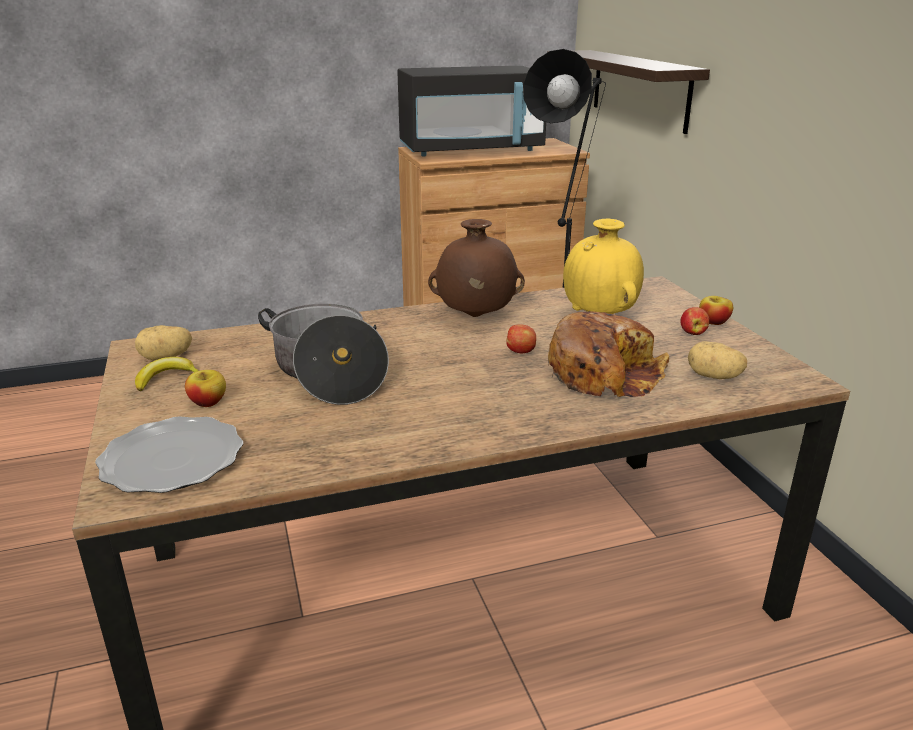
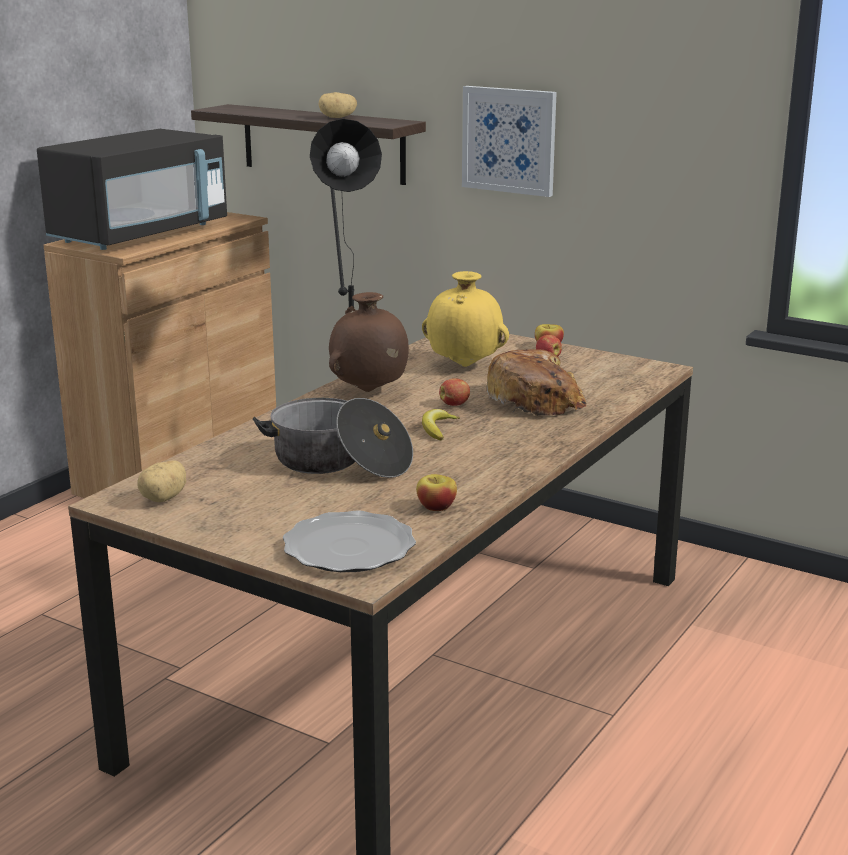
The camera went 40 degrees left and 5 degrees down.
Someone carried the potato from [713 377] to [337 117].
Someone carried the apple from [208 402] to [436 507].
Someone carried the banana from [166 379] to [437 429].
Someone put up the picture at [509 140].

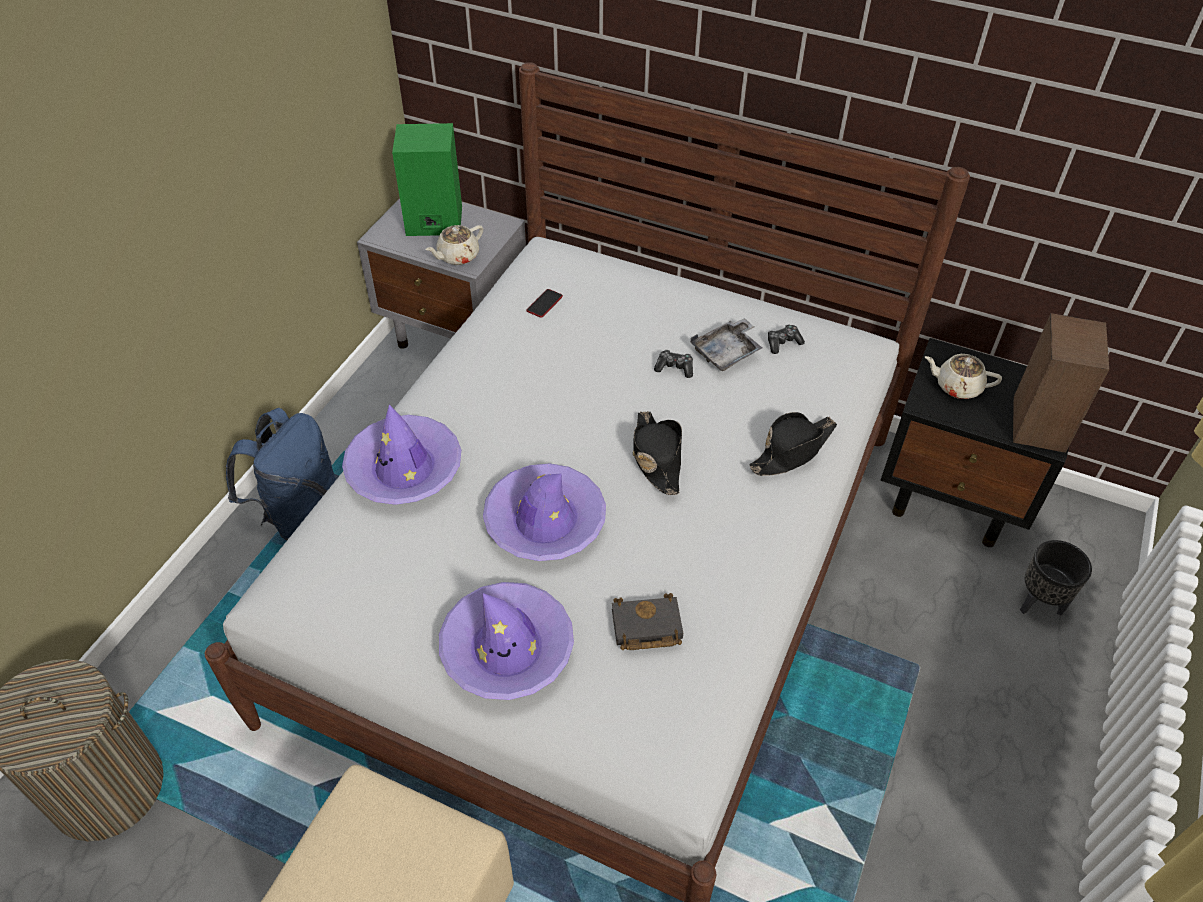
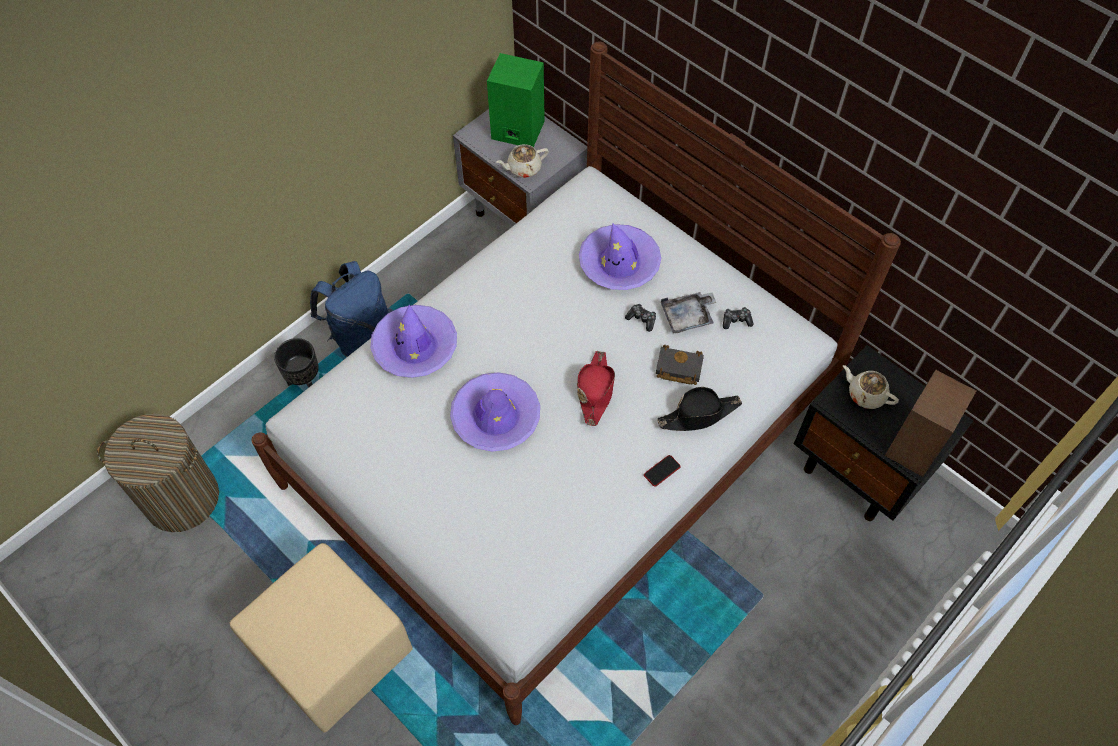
The camera went 20 degrees right and 10 degrees up.
Someone carried the black planter from [1038 603] to [304 382].
Someone repainted the black hat at [656 457], which became the red hat at [595 390].
Someone carried the purple hat from [507 648] to [619 263].
Someone carried the phone from [544 304] to [662 471].
Someone carried the black book from [645 628] to [677 368].

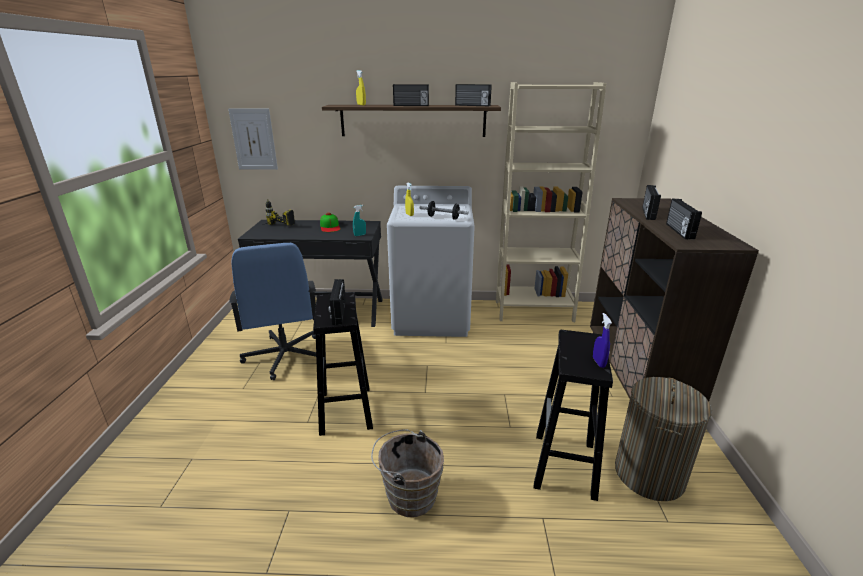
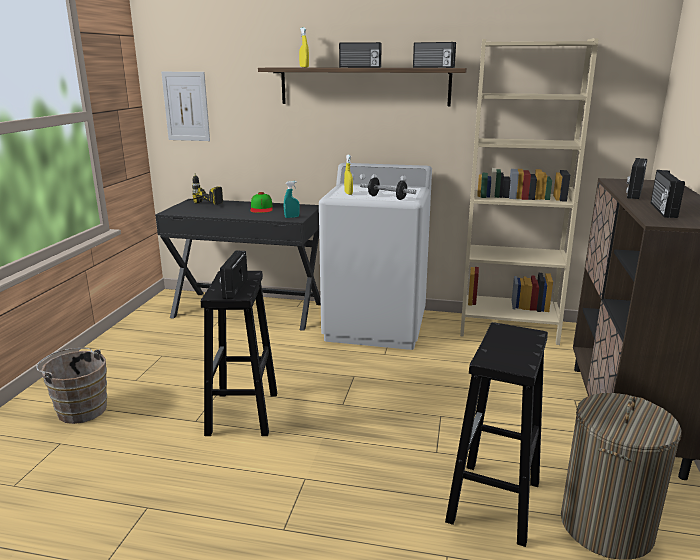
The camera went 10 degrees right and 5 degrees down.
Someone carried the brown bucket from [408 494] to [80 409].
Someone took away the blue office chair at [284 356].
Someone took away the blue spray bottle at [598 362].

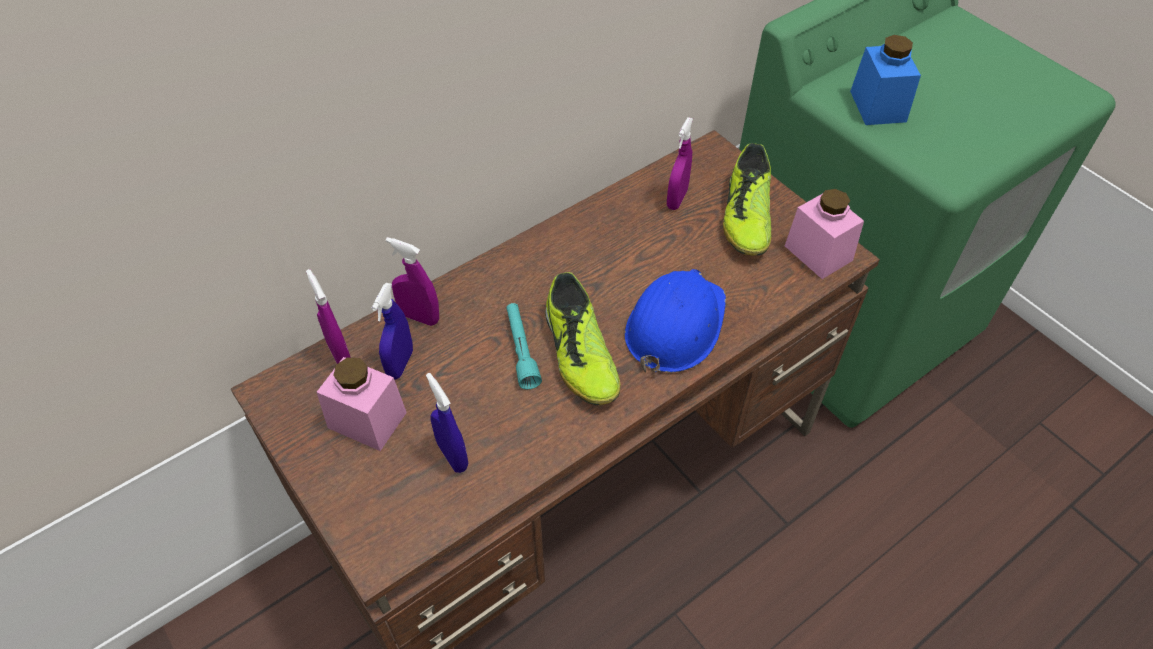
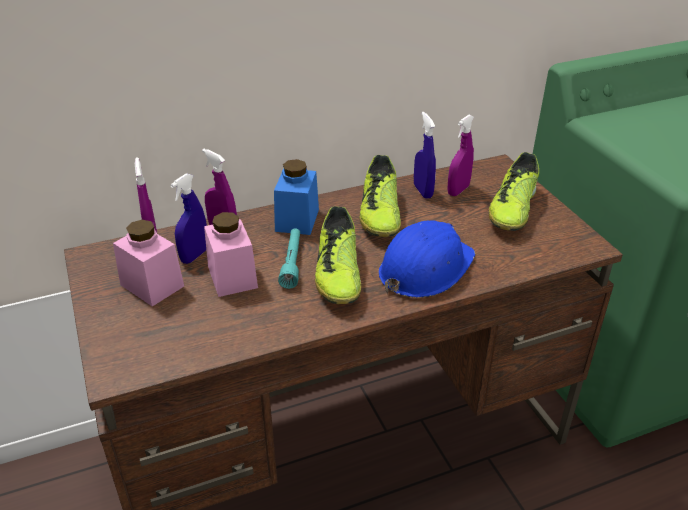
The camera went 15 degrees right and 15 degrees down.
Someone carried the pink jar from [818 253] to [232 277].
Someone carried the blue jar from [878 106] to [297 220].
Someone put down the shoe at [379 214].
Someone carried the blue spray bottle from [452 455] to [423 191].

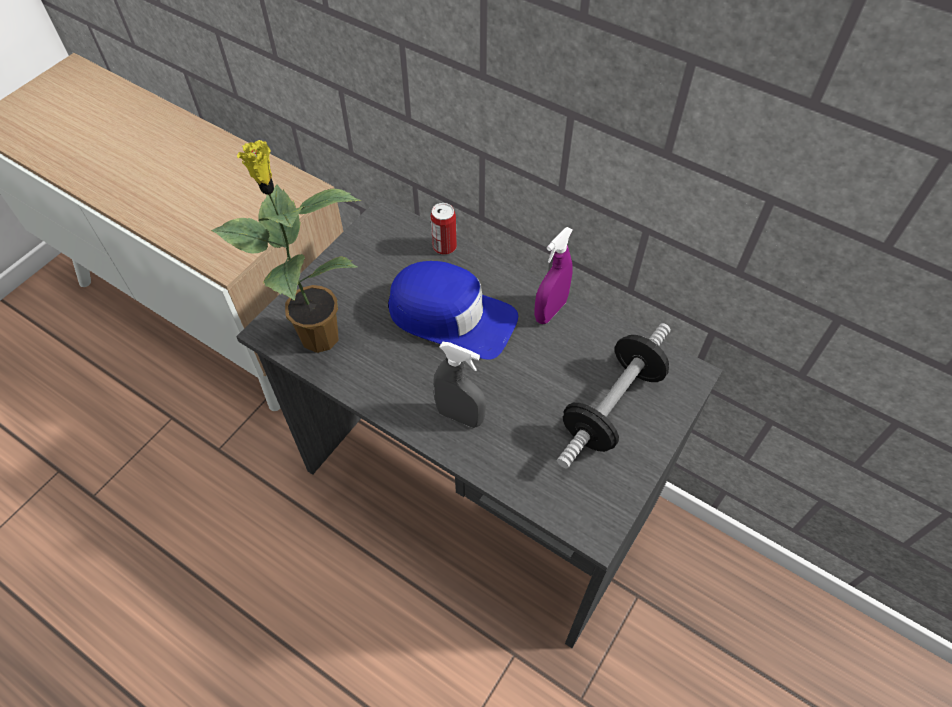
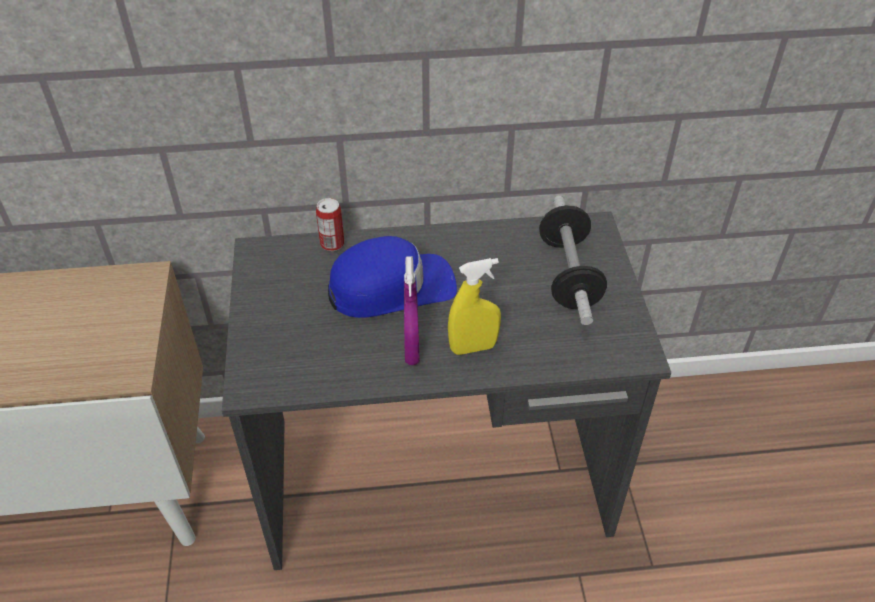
The camera went 40 degrees left and 10 degrees down.
Someone carried the purple spray bottle from [550 311] to [412 350].
Someone repainted the grey spray bottle at [460 416], which became the yellow spray bottle at [473 347].
Someone took away the potted plant at [317 335].

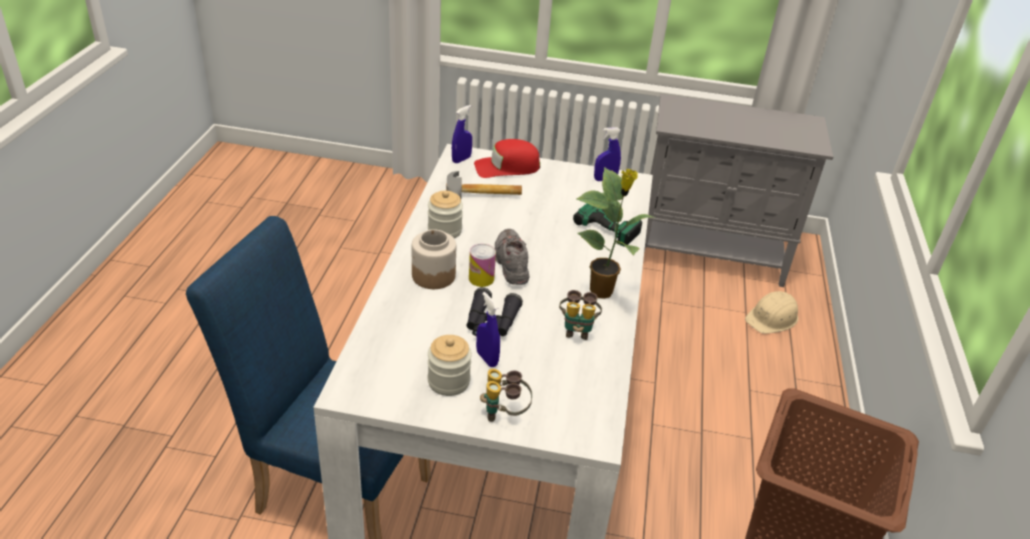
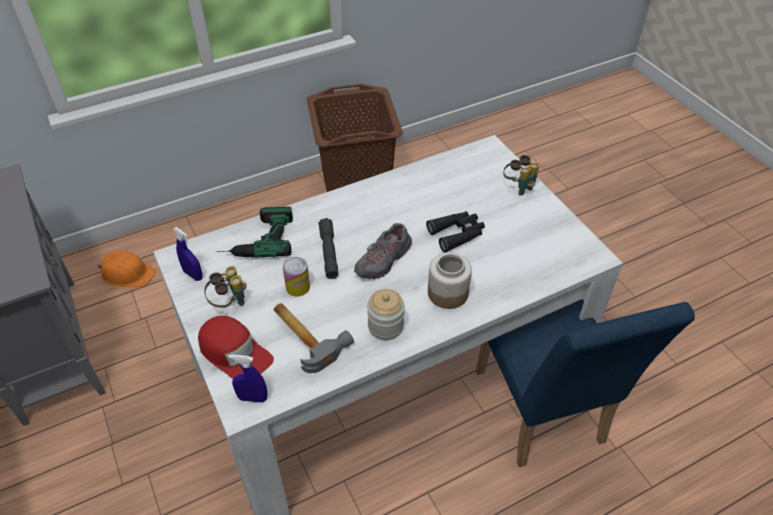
The camera went 125 degrees left and 10 degrees up.
Someone repainted the beige hard hat at [772 318], which became the orange hard hat at [127 273].
Someone carried the binoculars from [577 329] to [229 303].
Someone carried the can from [481 278] to [298 287].
Someone put down the grey flashlight at [329 253].
Someone took away the jar at [448 381].
Someone took away the blue spray bottle at [487 358].
Someone took away the potted plant at [602 292].

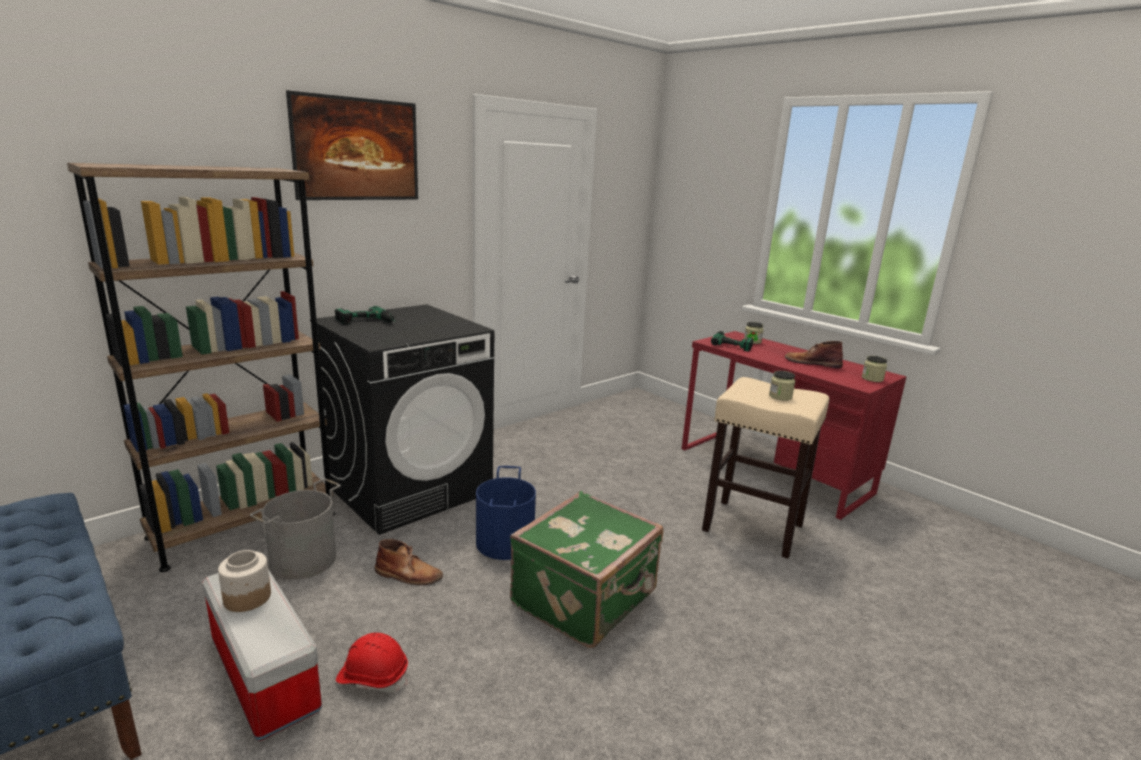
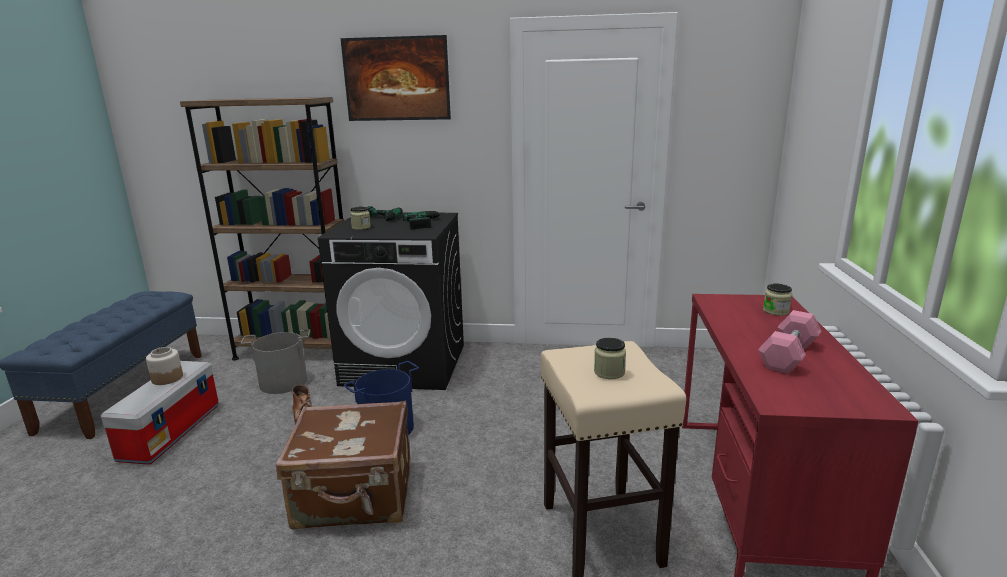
The camera went 50 degrees right and 0 degrees up.
Someone repainted the green suitcase at [586 599], which became the brown suitcase at [355 497].
Someone carried the jar from [872 379] to [361 227].
Someone carried the power drill from [732 343] to [429 222].
Someone swapped the brown boot at [812 363] for the pink dumbbell at [788 355].
Someone took away the red hard hat at [373 677].

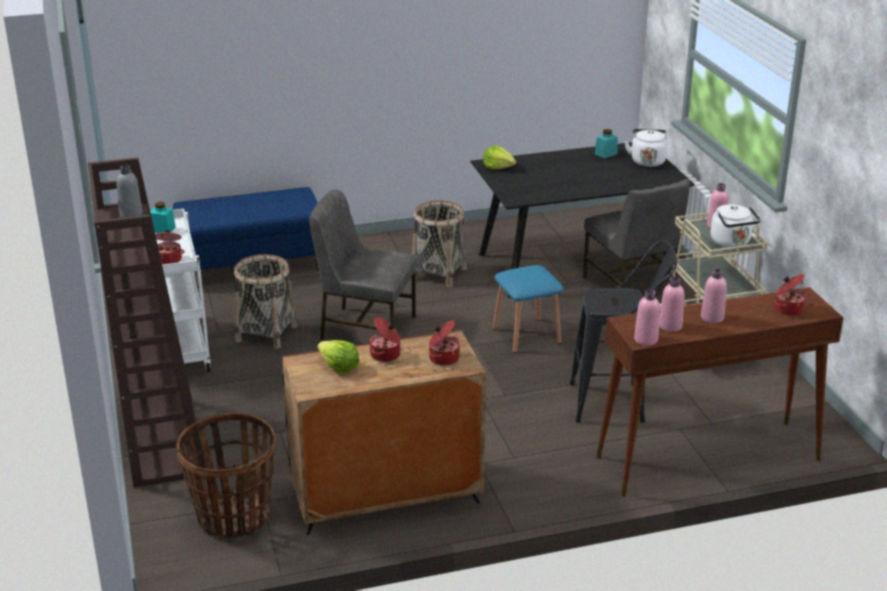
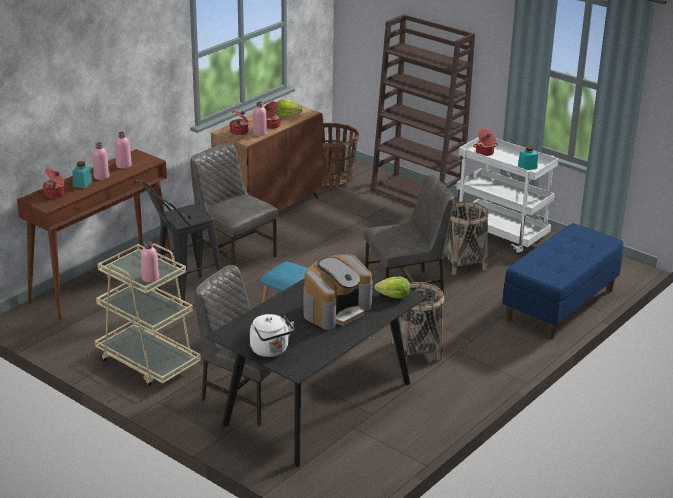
The camera went 145 degrees right and 0 degrees up.
Someone carried the turquoise jar from [606 154] to [82 184].
Someone put down the grey chair at [234 255].
Someone carried the pink bottle from [646 339] to [260 133].
Someone put down the coffee machine at [336 310].
Someone took away the grey bottle at [131 214].
Someone took away the white kettle at [732 243].

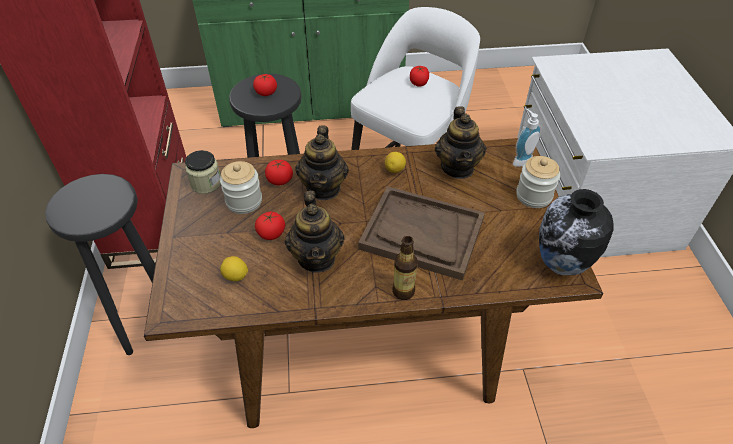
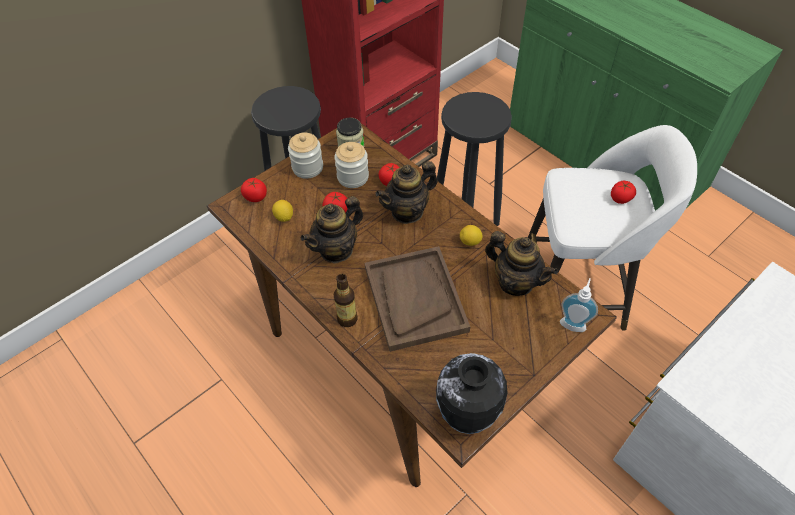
The camera went 55 degrees right and 5 degrees up.
Someone carried the tomato from [266 93] to [256 197].
Someone carried the jar from [533 196] to [307 168].
Someone rotated the teapot at [458 167] by 105 degrees counterclockwise.

